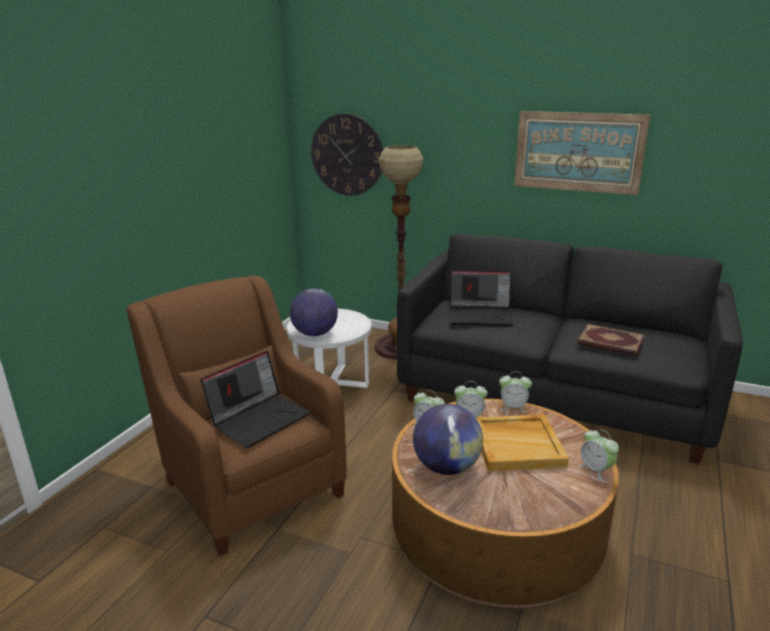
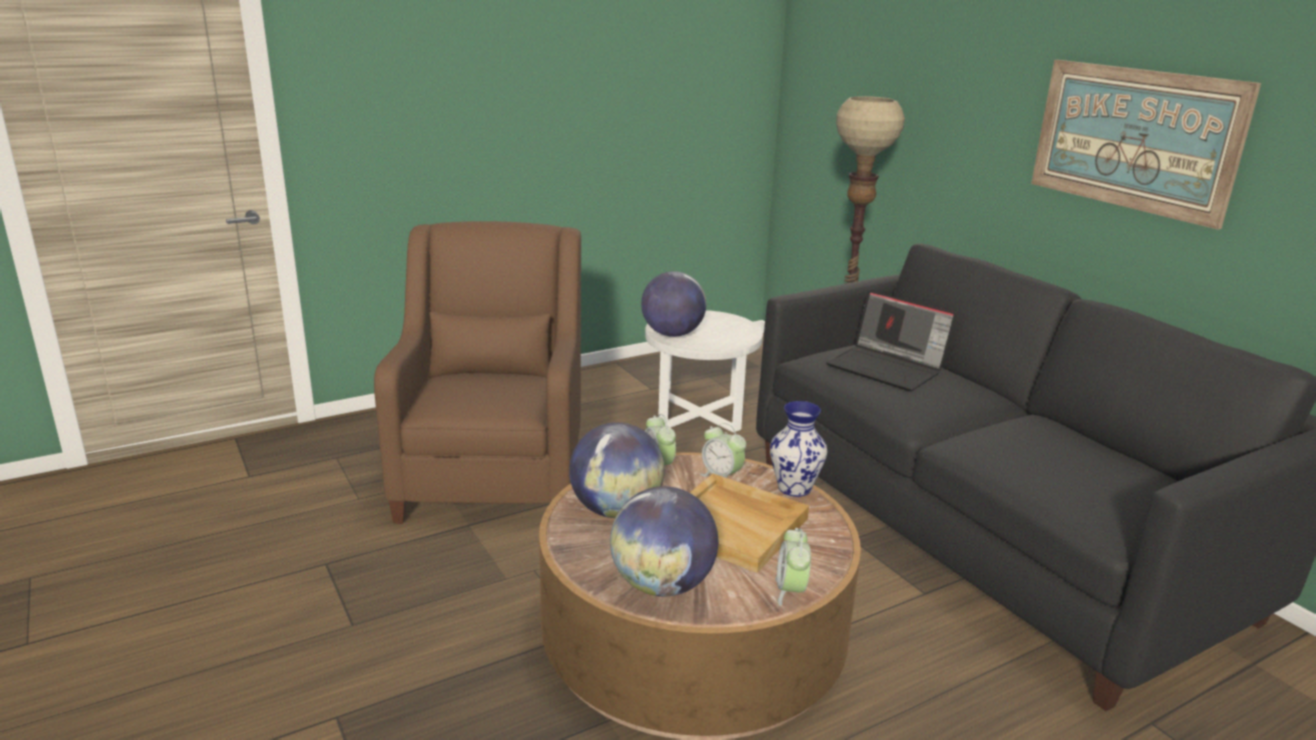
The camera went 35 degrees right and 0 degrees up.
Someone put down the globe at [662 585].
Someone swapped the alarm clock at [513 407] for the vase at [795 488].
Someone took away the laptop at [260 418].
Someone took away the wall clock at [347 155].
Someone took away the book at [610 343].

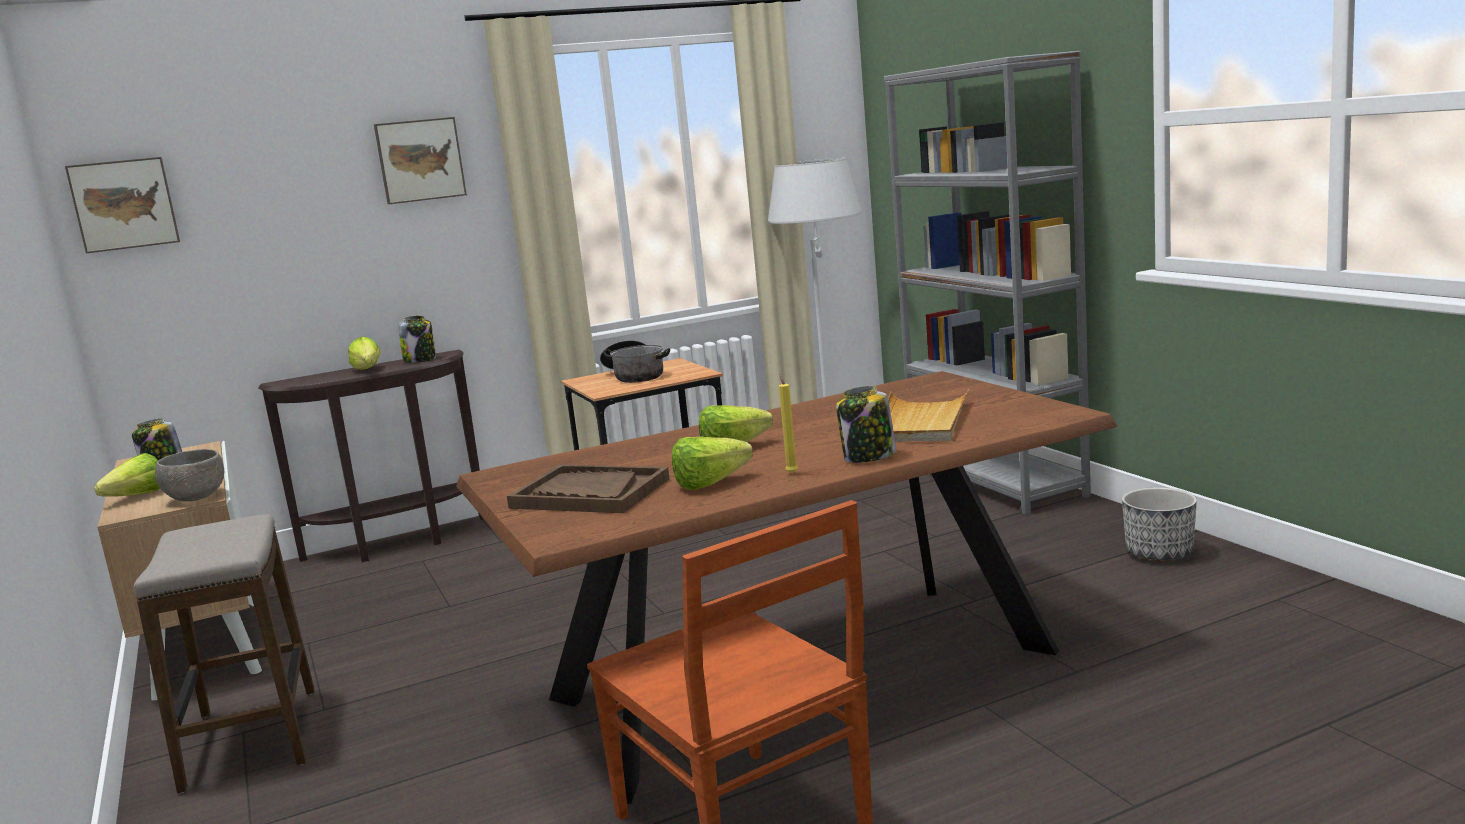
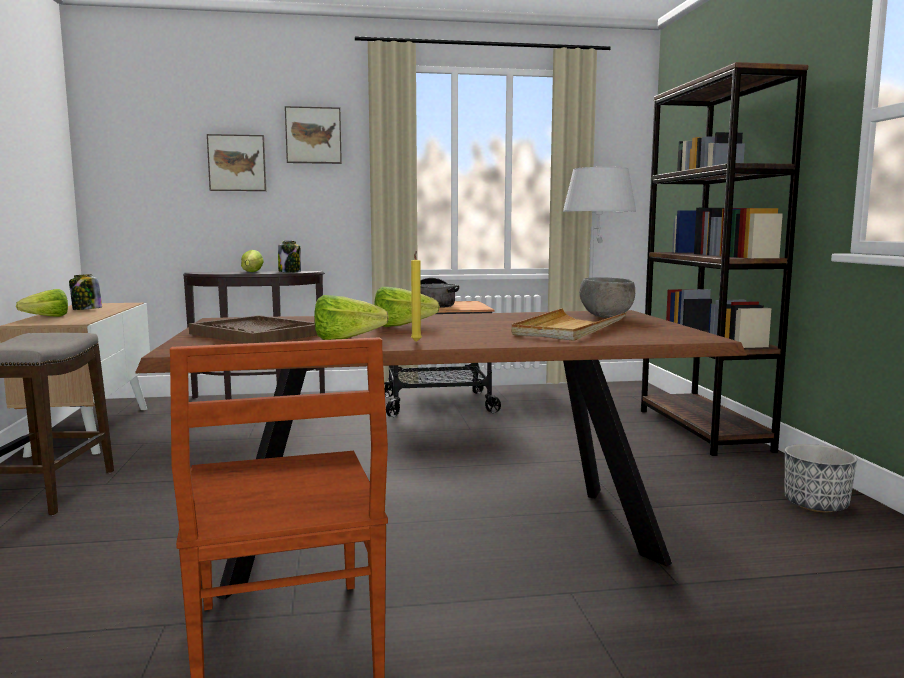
The camera went 15 degrees right and 5 degrees down.
Someone carried the picture from [124 204] to [237 163].
Someone carried the grey bowl from [195 498] to [606 317].
Someone repainted the grey bookcase at [996 482], which became the brown bookcase at [702 430].
Someone took away the jar at [868 457].

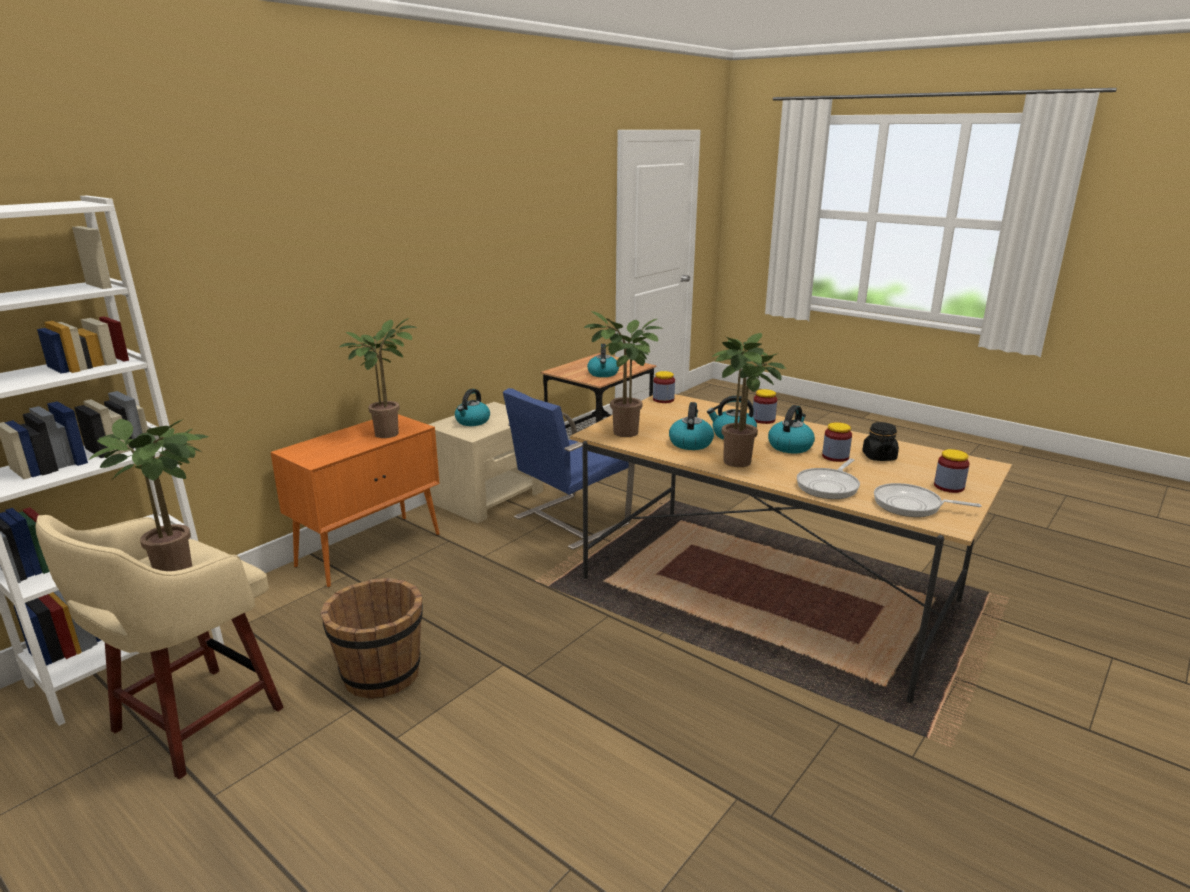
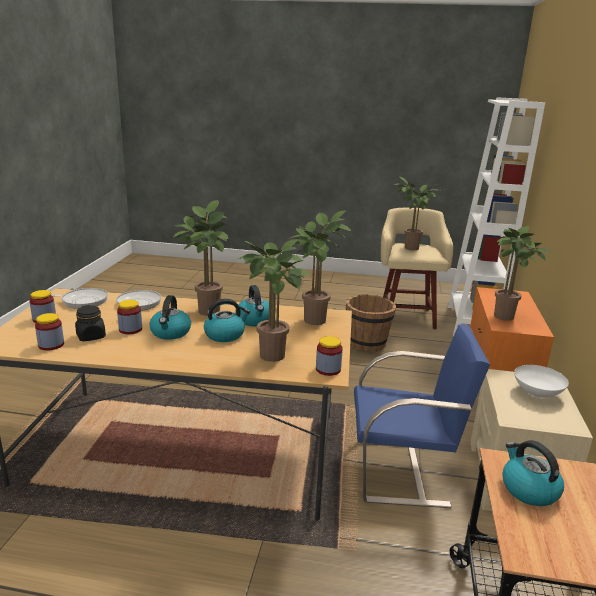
The camera went 150 degrees right and 0 degrees up.
Someone carried the jar from [763 420] to [51 345].
Someone put down the potted plant at [273 358].
Someone rotated the blue chair at [569 521] by 75 degrees clockwise.
Someone swapped the kettle at [472 421] for the white bowl at [536 393].

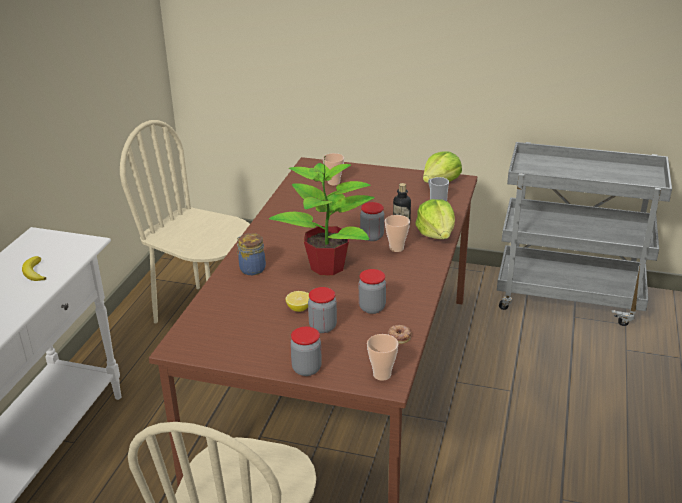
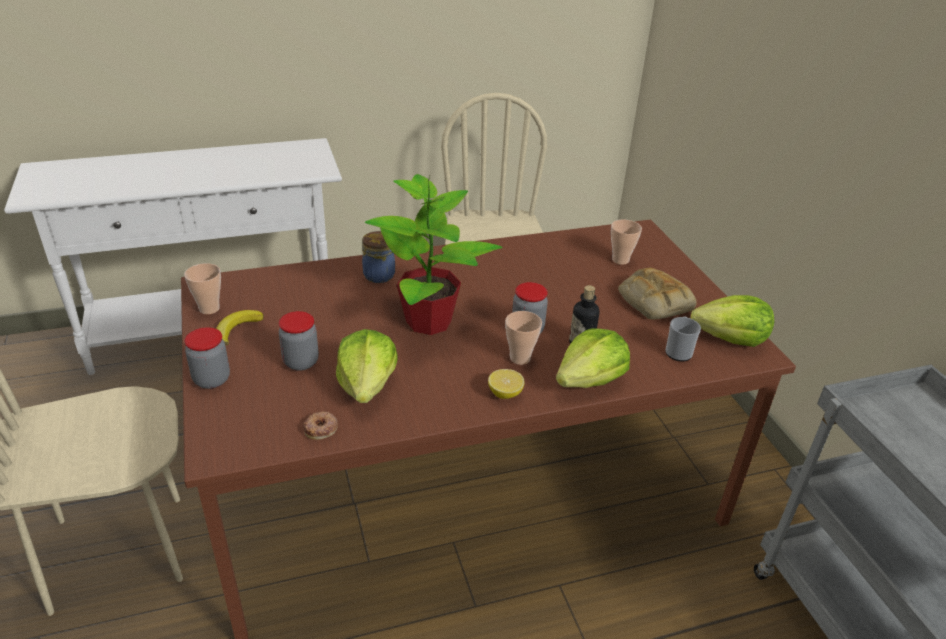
The camera went 55 degrees right and 5 degrees up.
Someone carried the cup from [382 375] to [209 309].
Someone carried the banana from [34 272] to [237 328].
Someone swapped the jar at [372 308] for the lettuce at [367 385].
Someone carried the lemon from [299 308] to [505 393].
Someone put down the bread at [653 300].

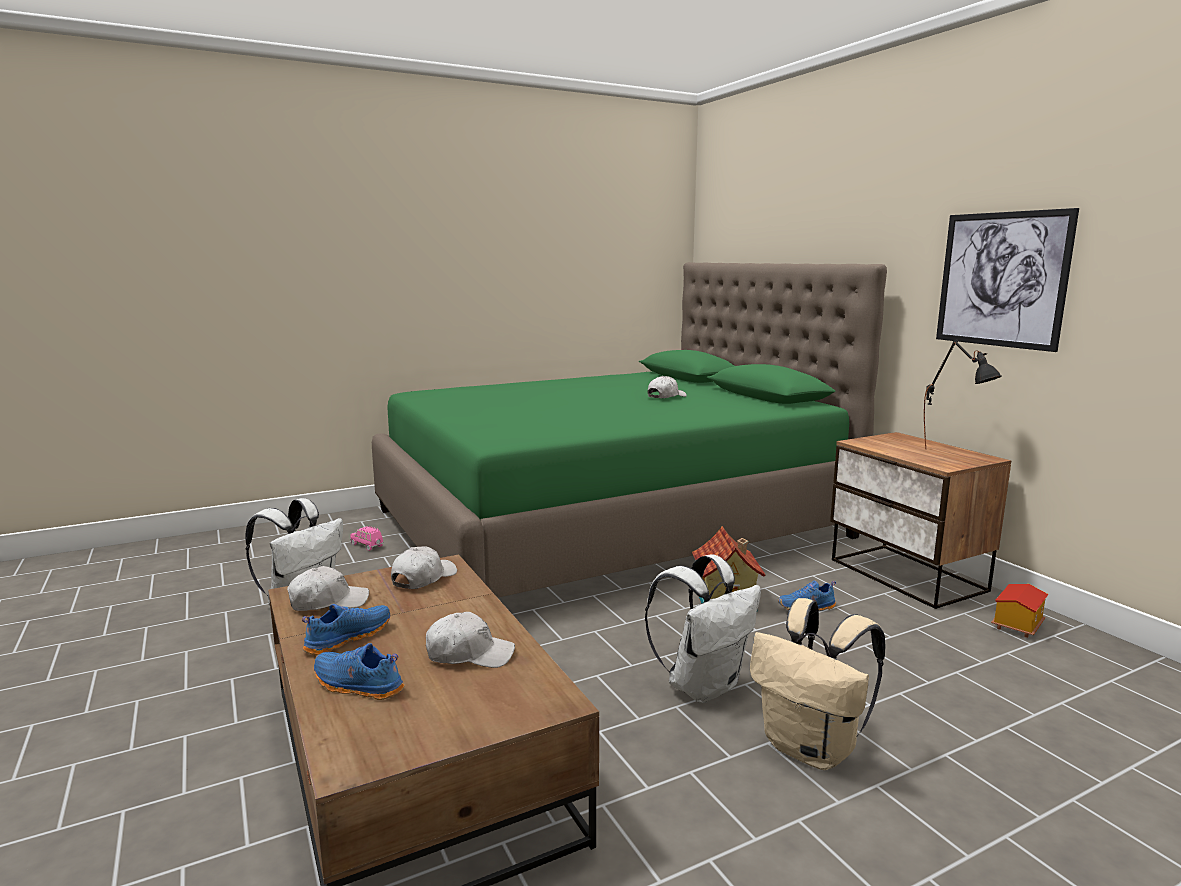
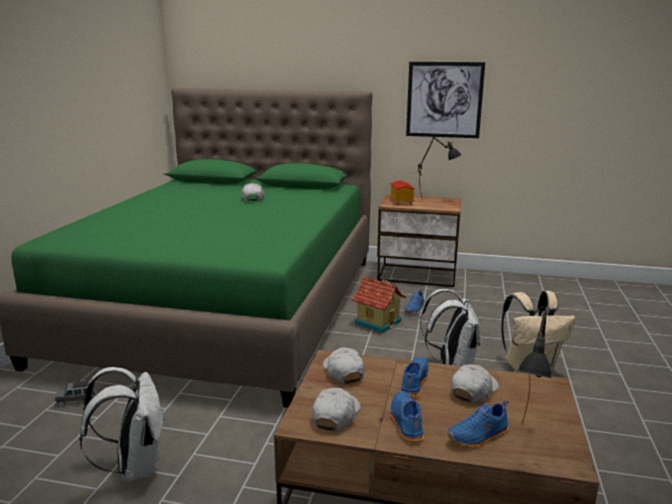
The camera went 50 degrees left and 5 degrees up.
Someone repainted the pink toy car at [367 545], which became the grey toy car at [77 401].
Someone carried the toy house from [1016 625] to [401 202].
Someone put down the blue shoe at [413 382].
Someone put down the black table lamp at [528 444].

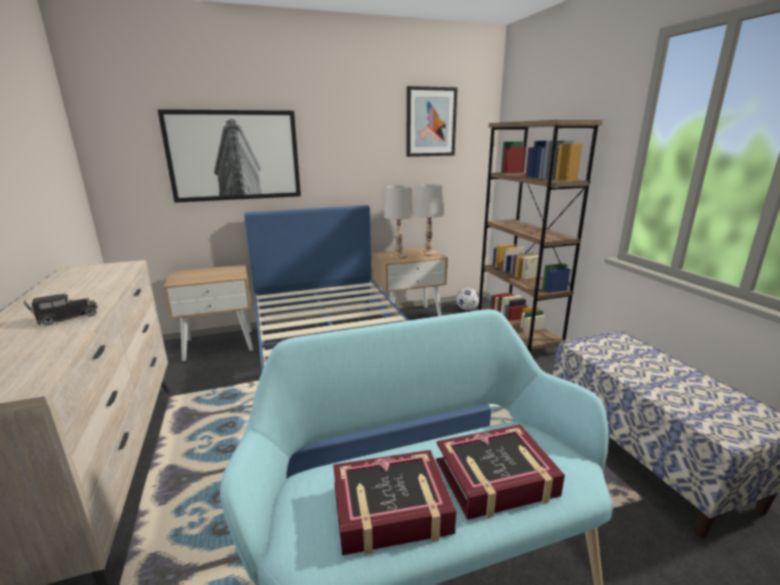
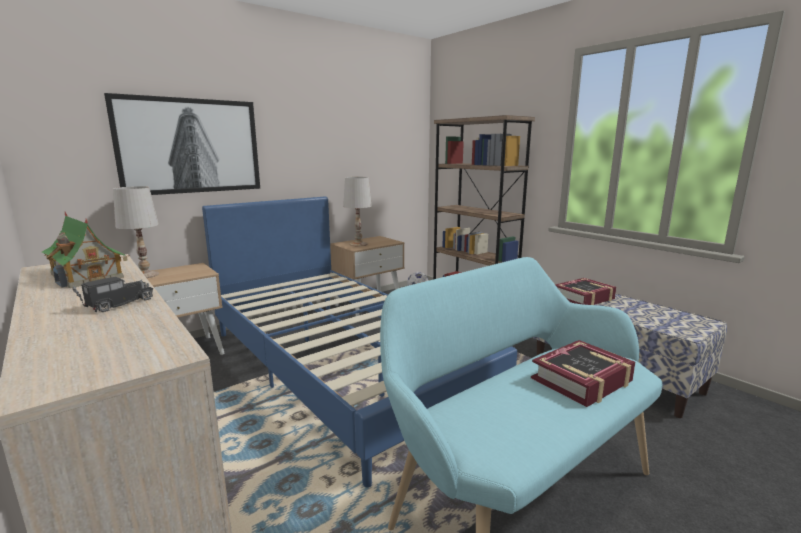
The camera went 20 degrees left and 5 degrees down.
Someone put down the toy house at [87 276].
Someone carried the white table lamp from [428 253] to [145 275].
Someone carried the book from [391 509] to [584 298].
Someone took away the picture at [431 122].

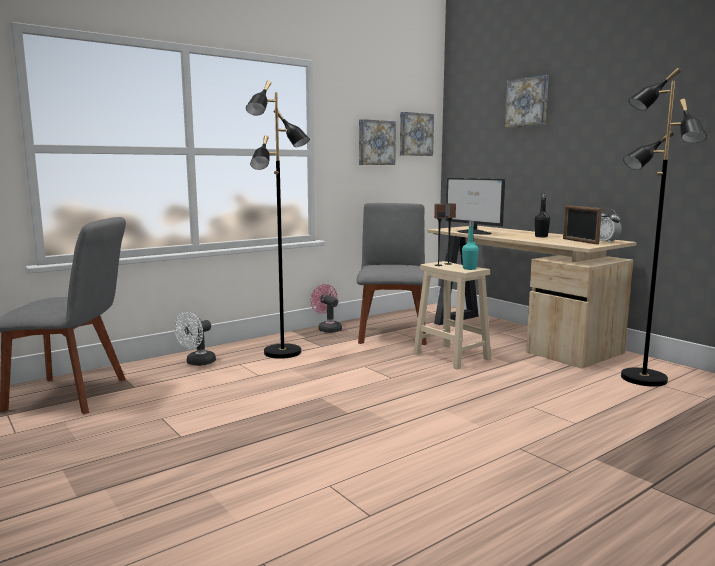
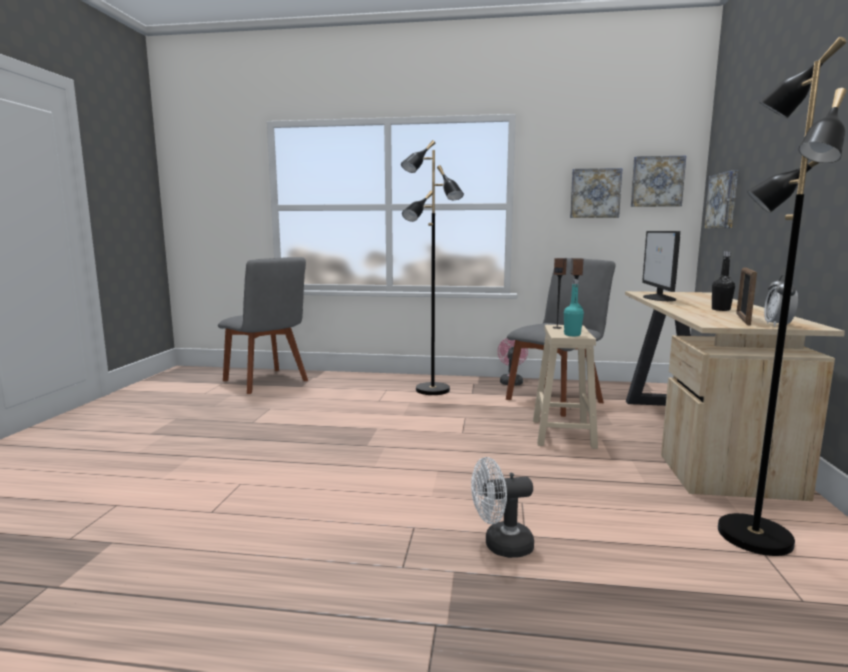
The camera went 45 degrees right and 0 degrees up.
Someone carried the white fan from [197 363] to [501 546].
Someone carried the picture from [527 102] to [723 201].

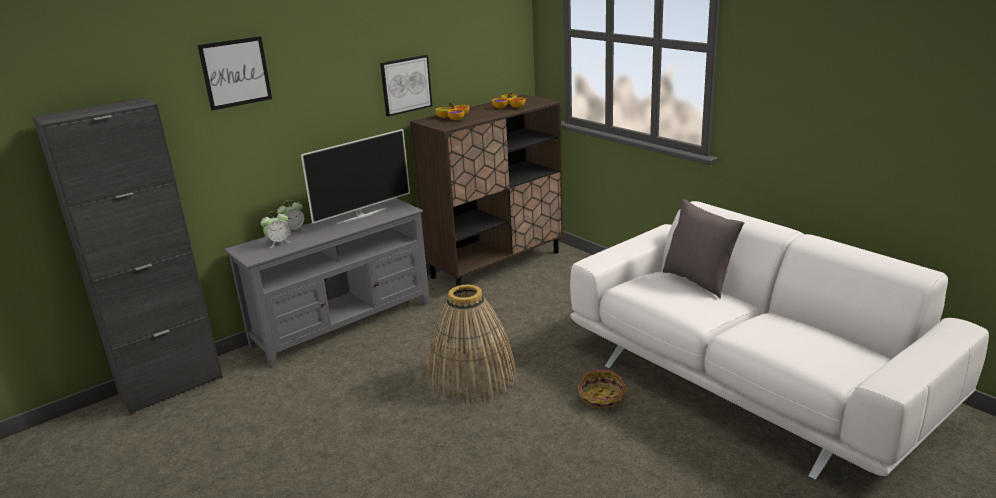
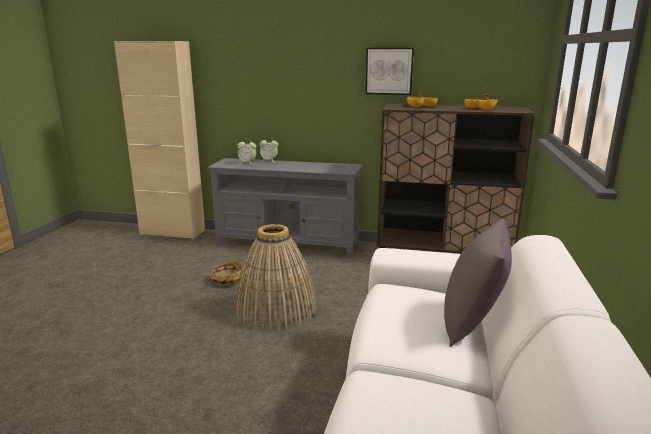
The camera went 50 degrees right and 5 degrees down.
Someone repainted the black cabinet at [171 387], which became the beige cabinet at [172 232].
Someone carried the basket from [601 398] to [227 280].
Someone took away the picture at [235 73].
Someone took away the television at [361 215].

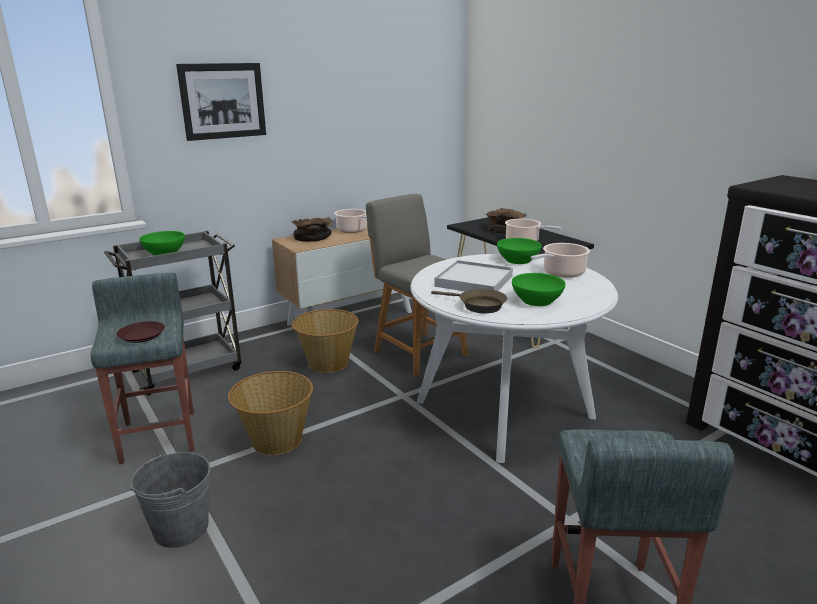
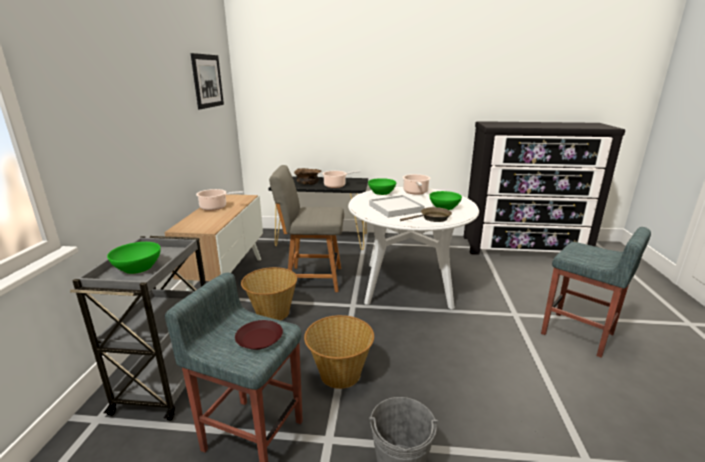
The camera went 50 degrees left and 0 degrees up.
Someone carried the picture from [223 101] to [207 81].
Someone took away the brown bowl at [314 238].

